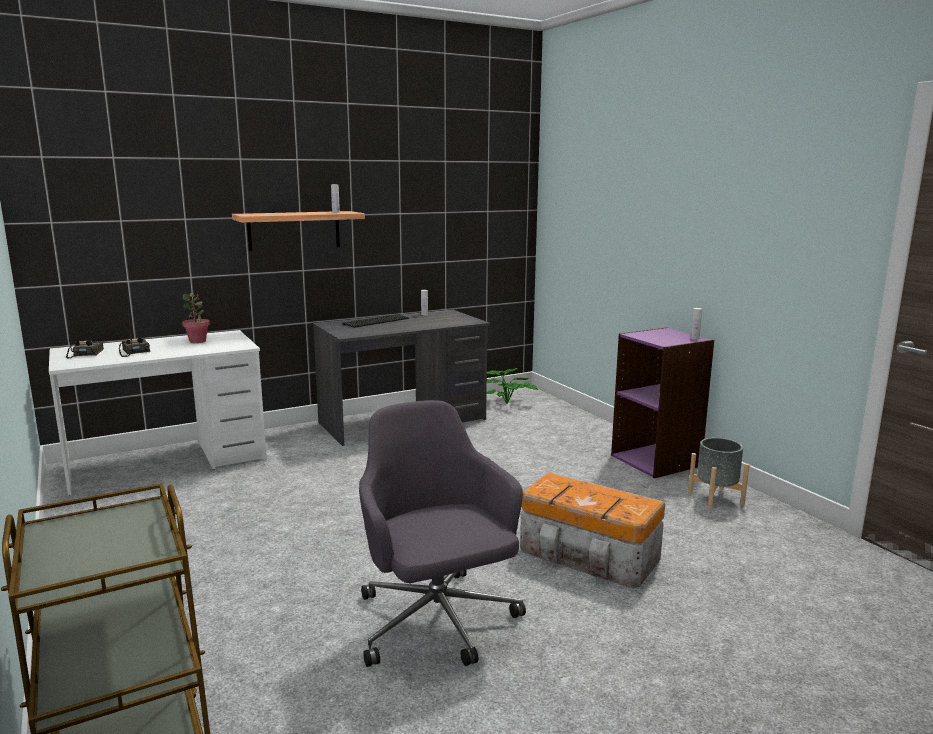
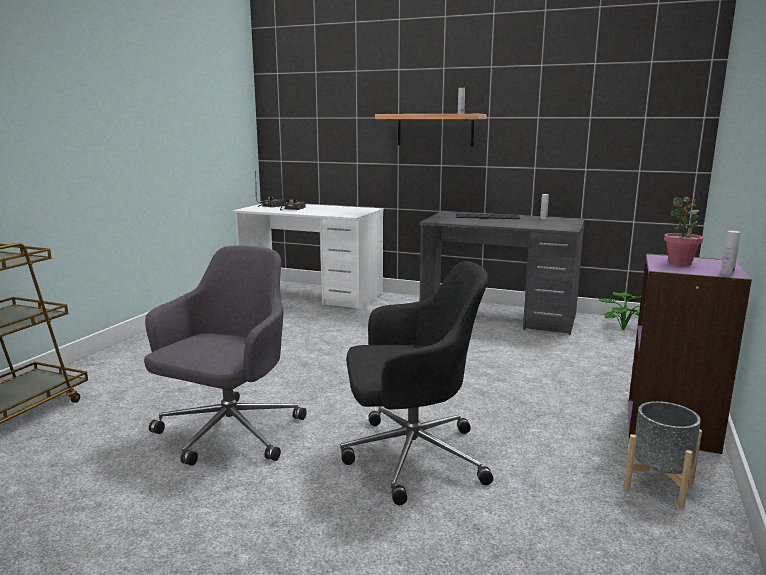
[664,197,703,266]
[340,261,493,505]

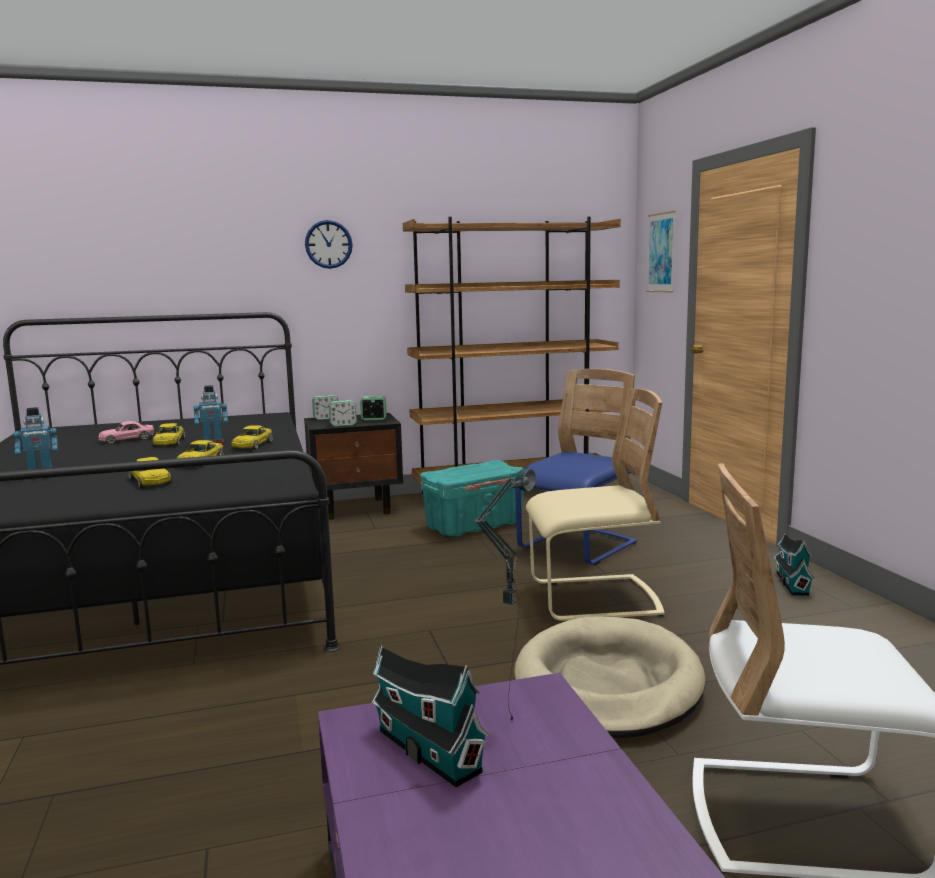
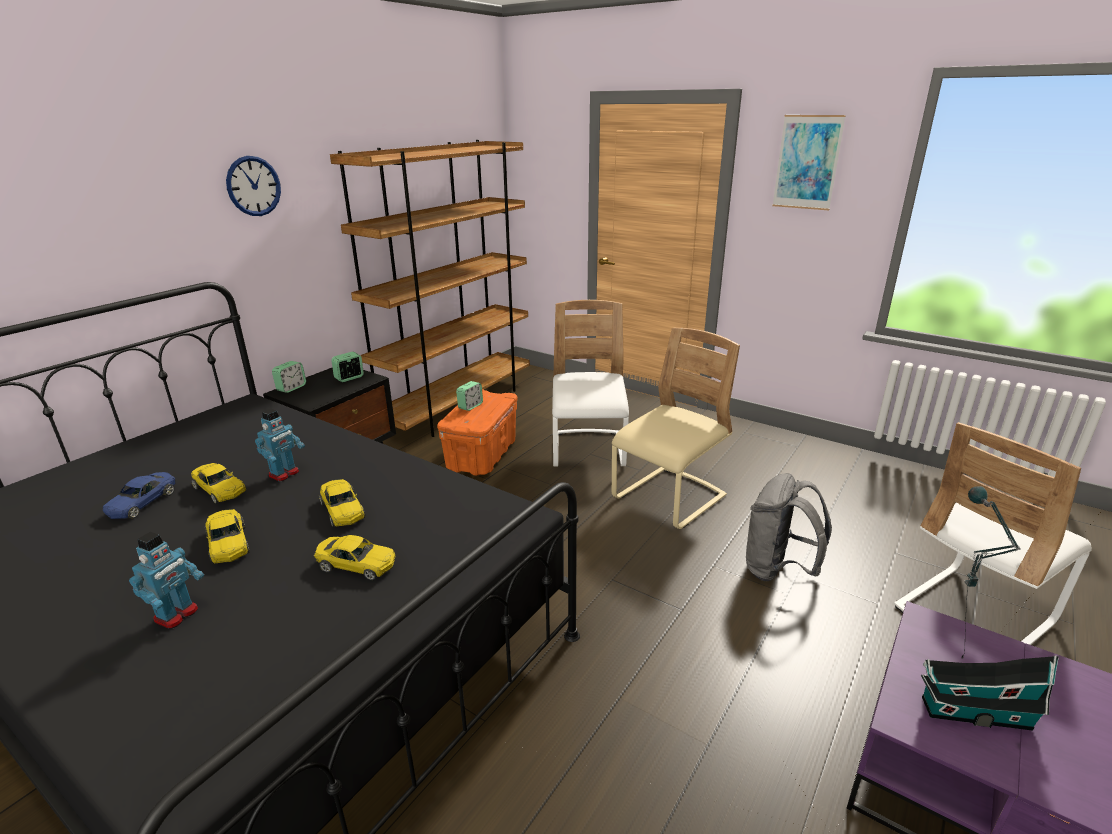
[103,472,175,519]
[204,509,250,564]
[456,381,483,411]
[437,389,518,476]
[746,473,832,581]
[552,300,629,466]
[772,115,846,210]
[774,533,814,596] (first image)

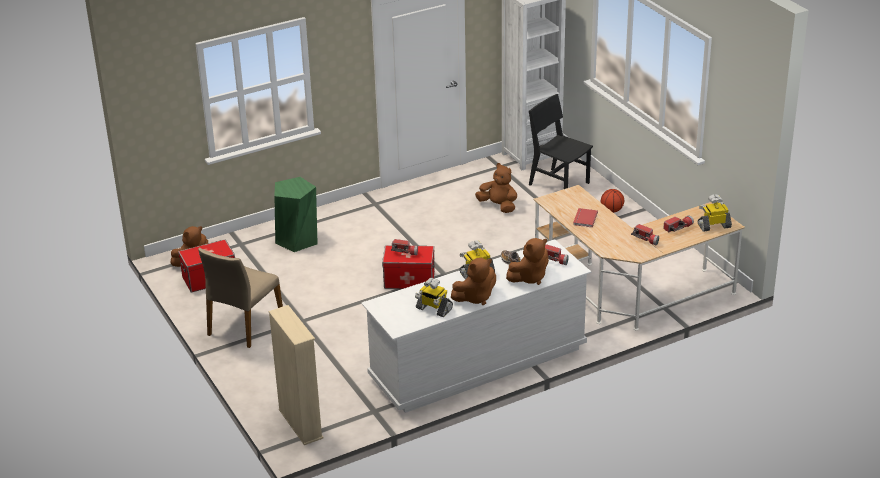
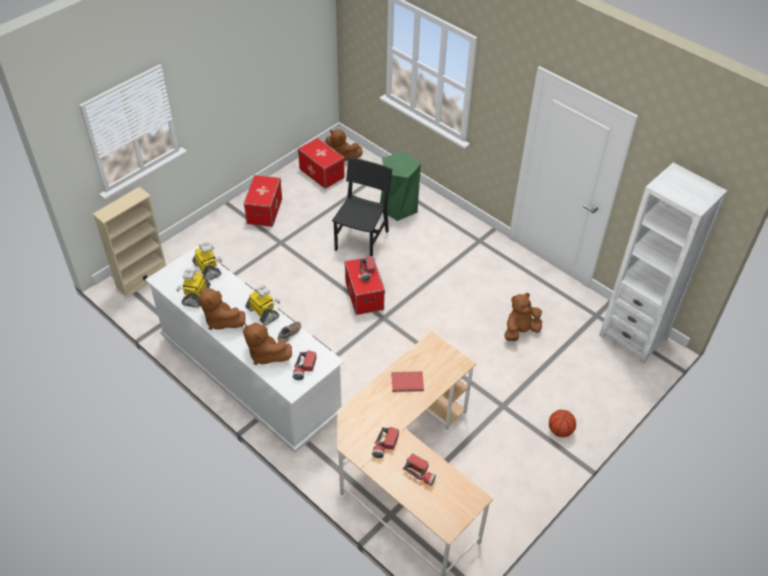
[244,175,282,227]
[505,293,542,341]
[332,157,392,256]
[192,241,222,281]

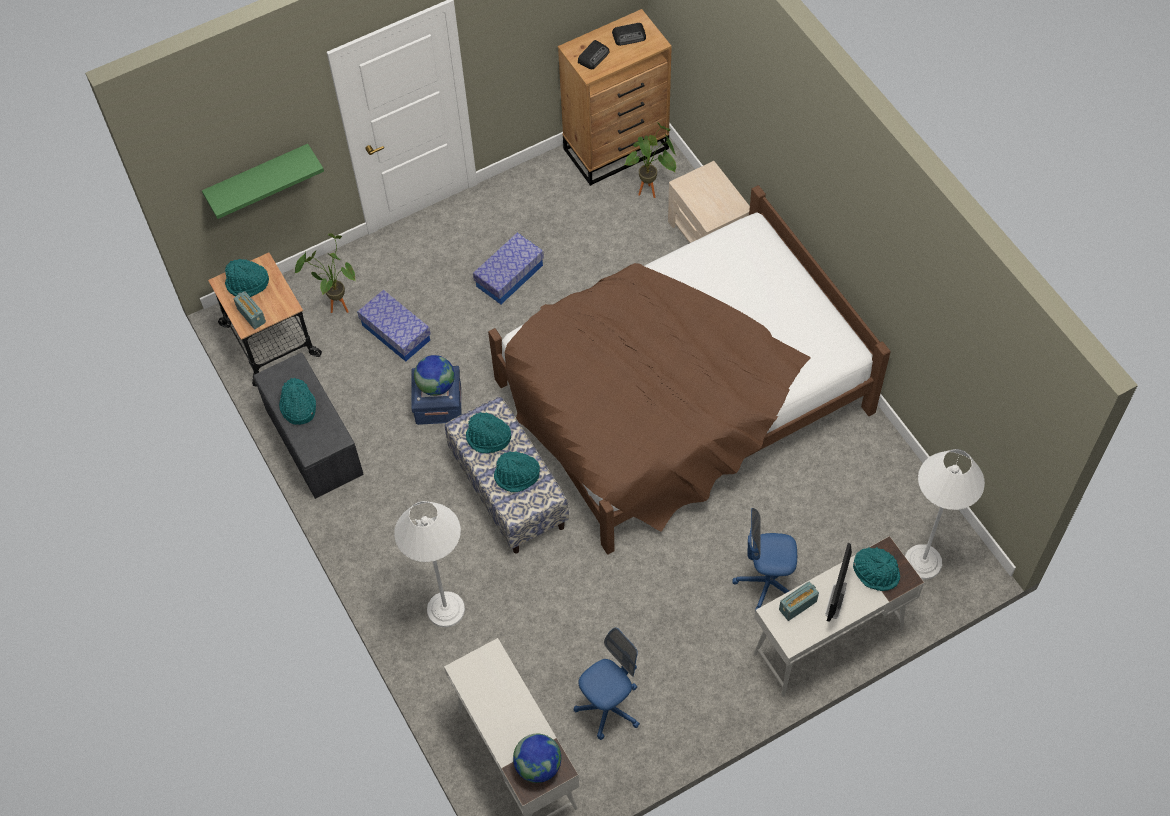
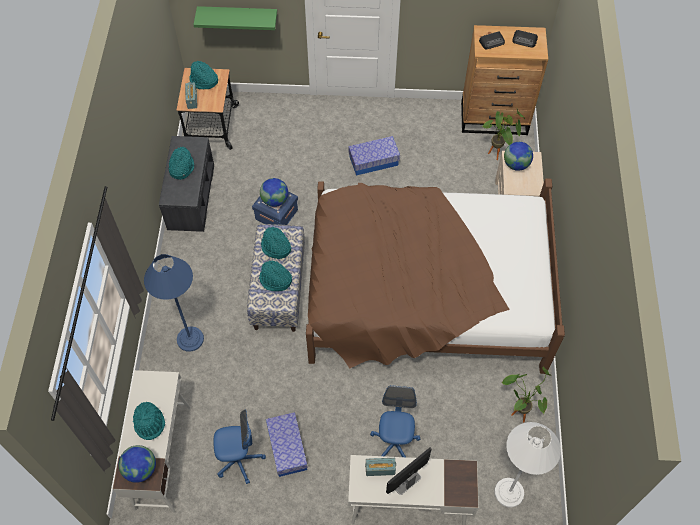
[501,366,552,422]
[266,412,308,477]
[144,254,204,352]
[370,385,420,457]
[133,402,165,440]
[504,142,533,171]

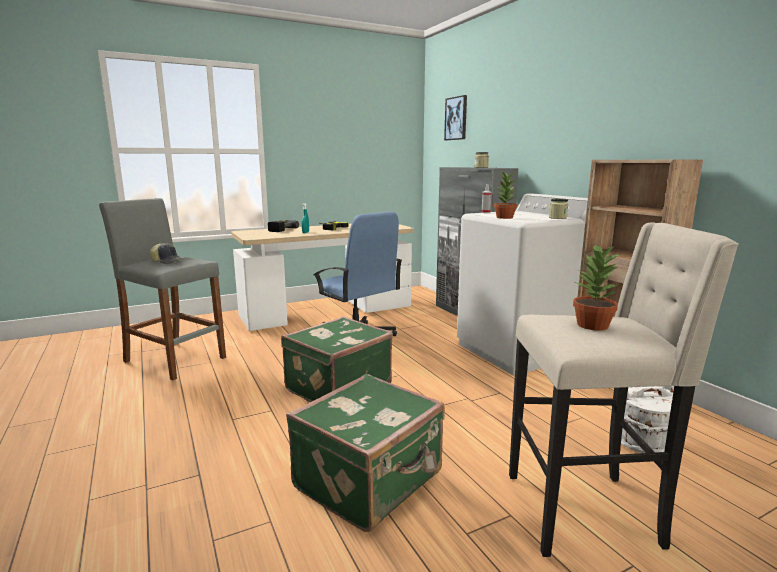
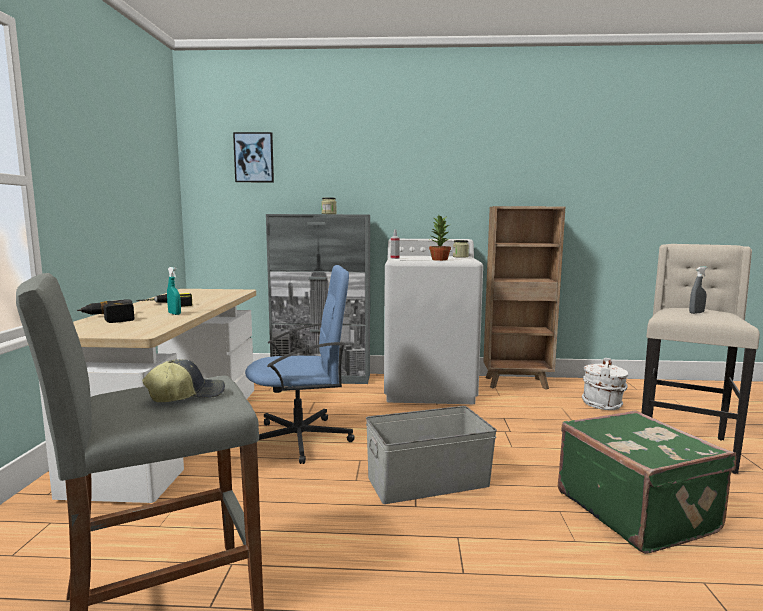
[366,406,497,504]
[689,266,707,314]

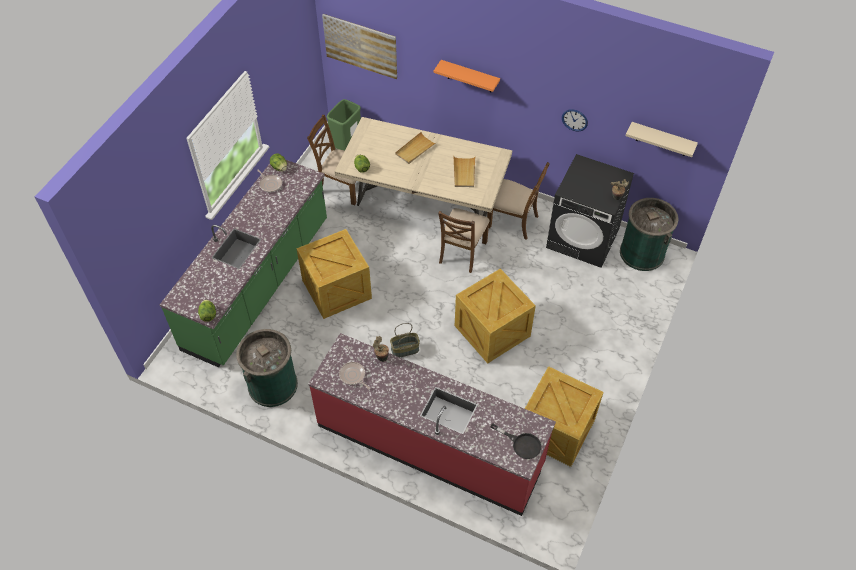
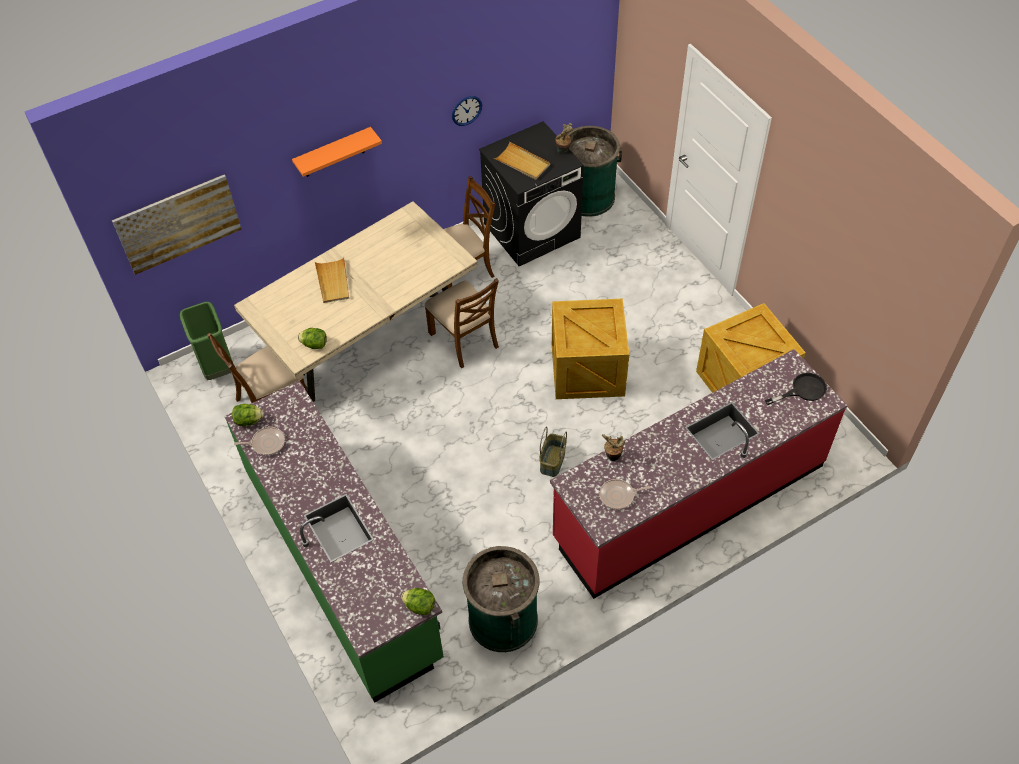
[296,229,372,319] (first image)
[494,142,550,180]
[626,122,698,157] (first image)

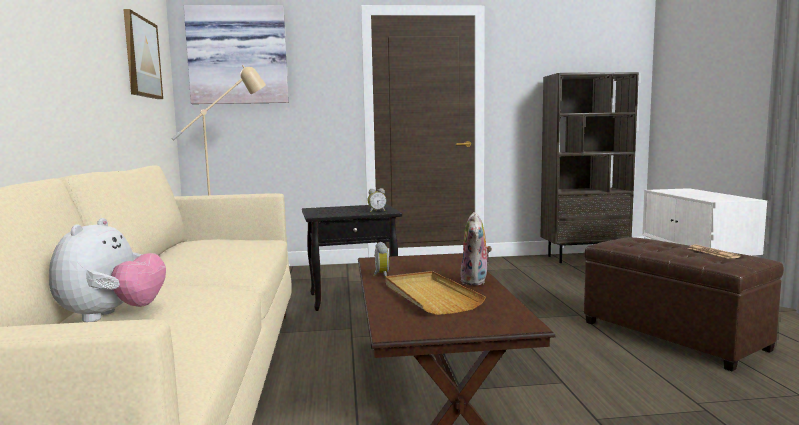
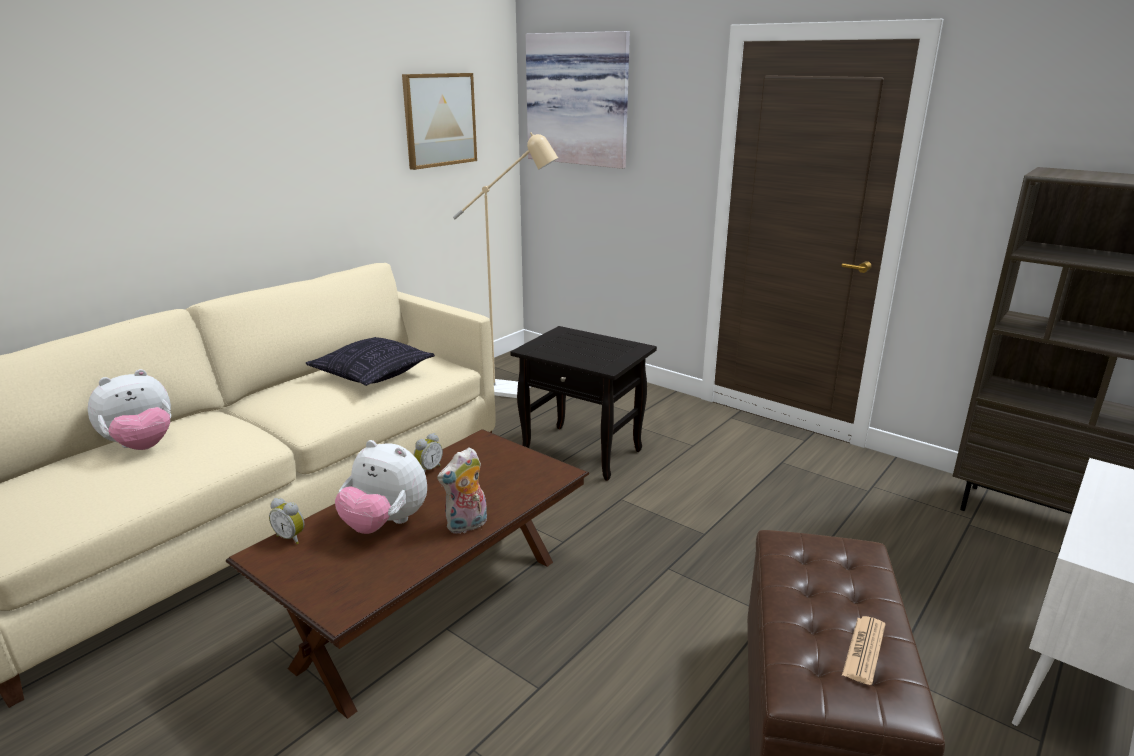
[269,498,304,544]
[335,440,427,534]
[306,337,435,386]

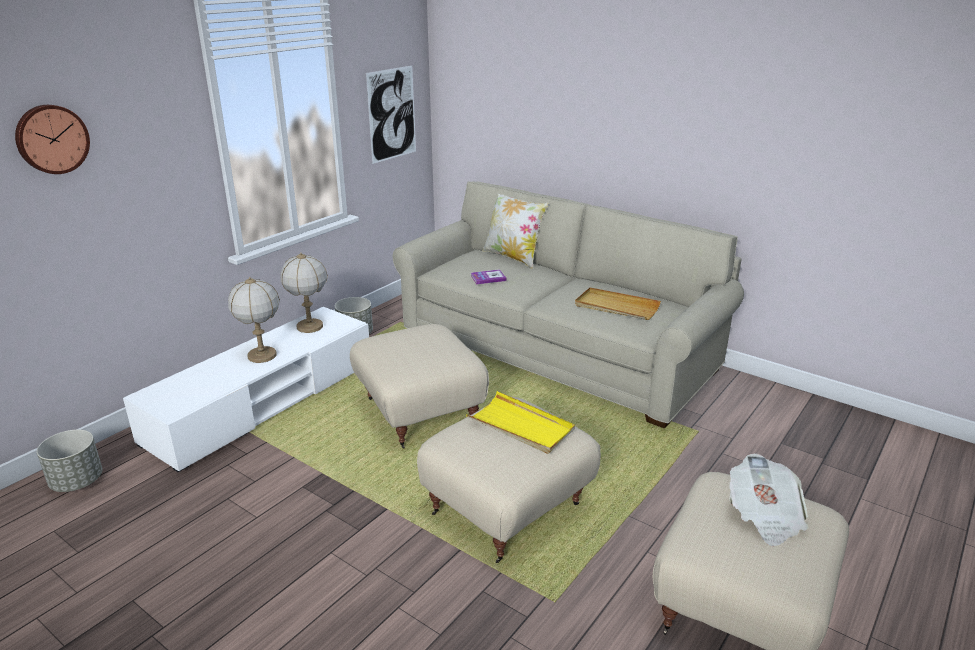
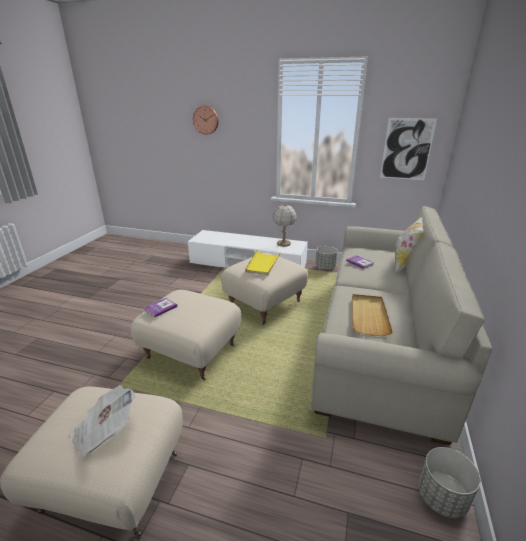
[418,447,481,518]
[228,277,280,363] (first image)
[245,250,281,275]
[144,298,177,317]

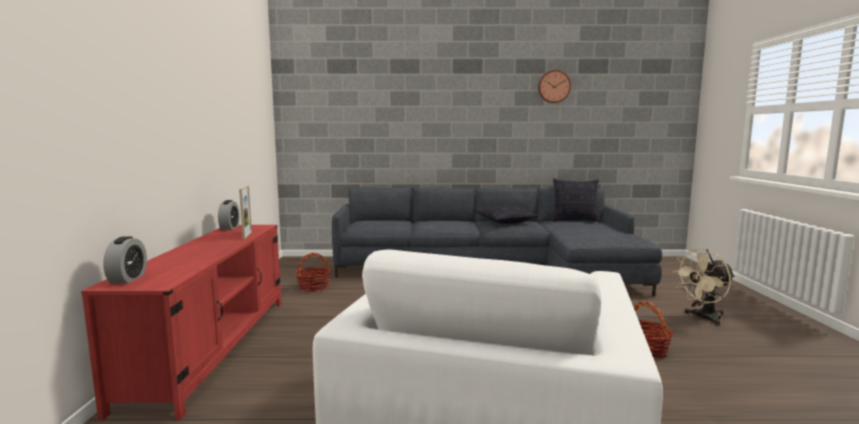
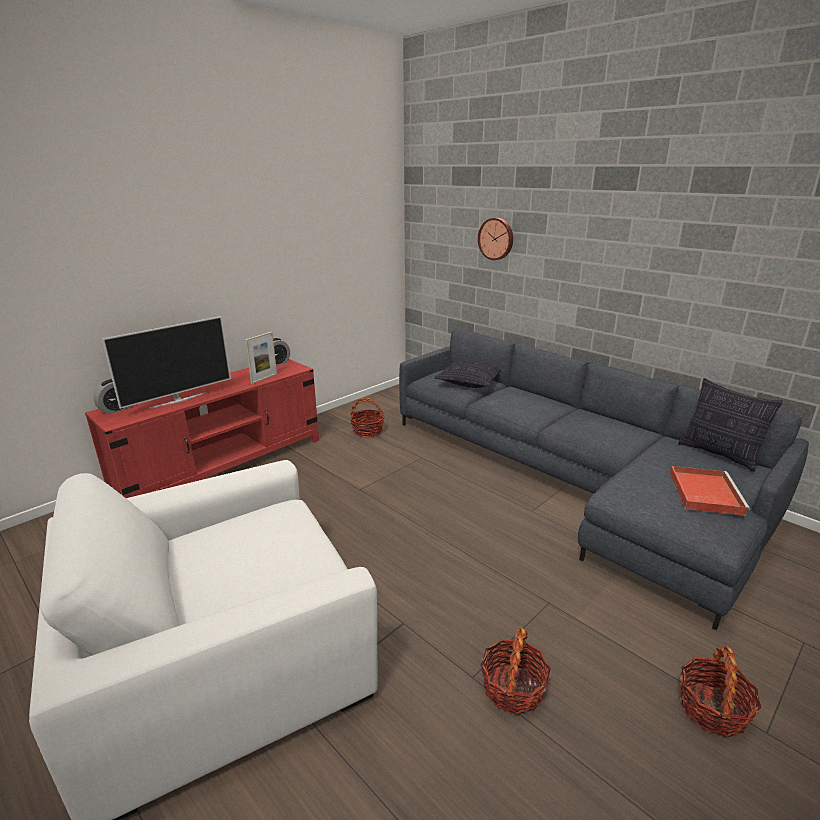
[434,360,501,388]
[478,218,513,260]
[679,646,761,738]
[102,316,231,409]
[670,466,750,516]

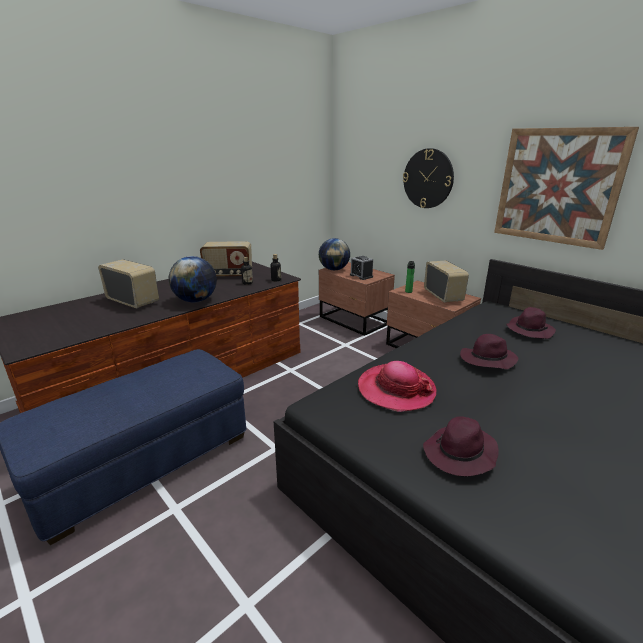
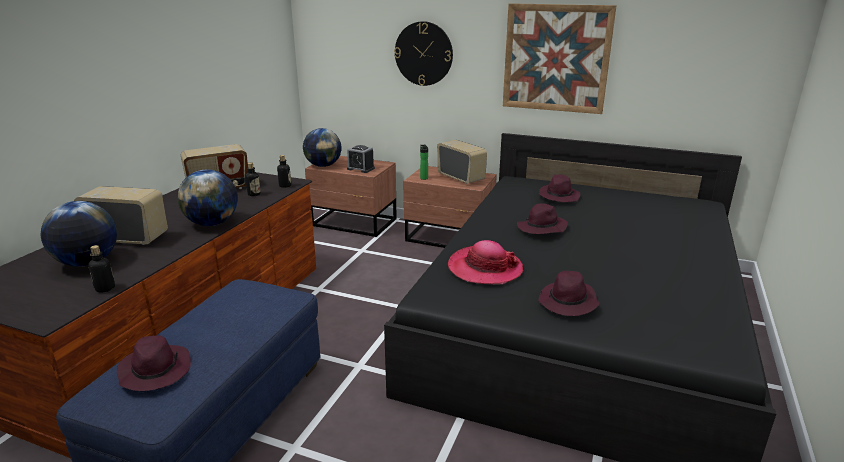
[41,201,117,266]
[89,245,115,293]
[117,335,191,391]

